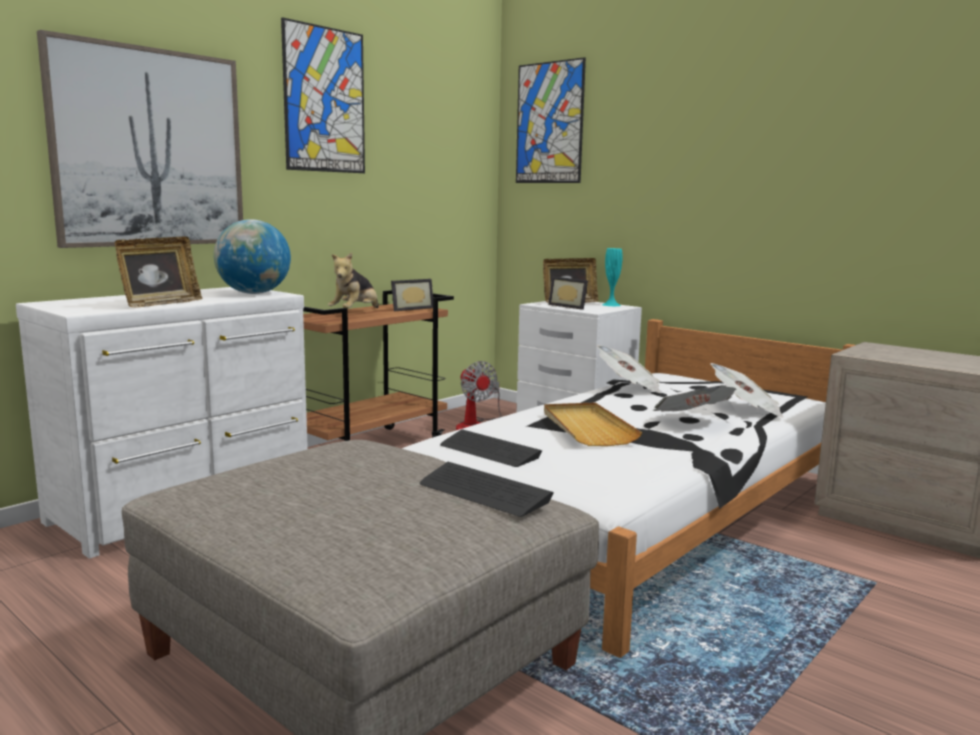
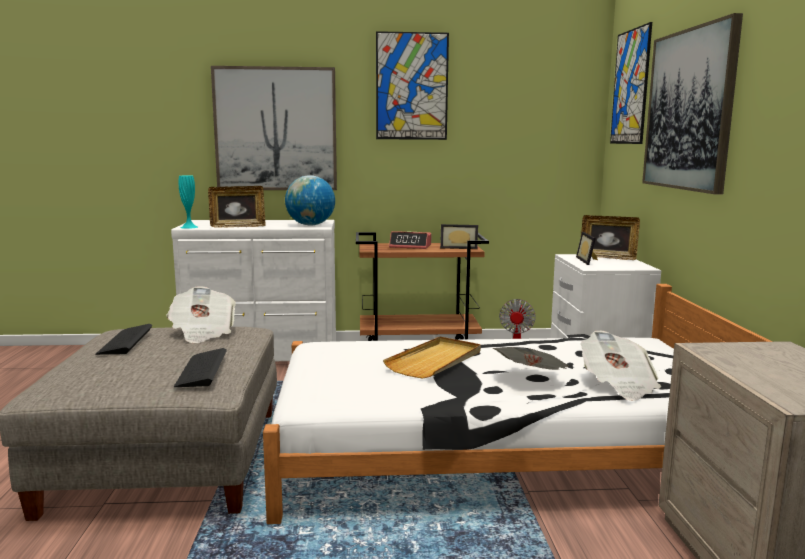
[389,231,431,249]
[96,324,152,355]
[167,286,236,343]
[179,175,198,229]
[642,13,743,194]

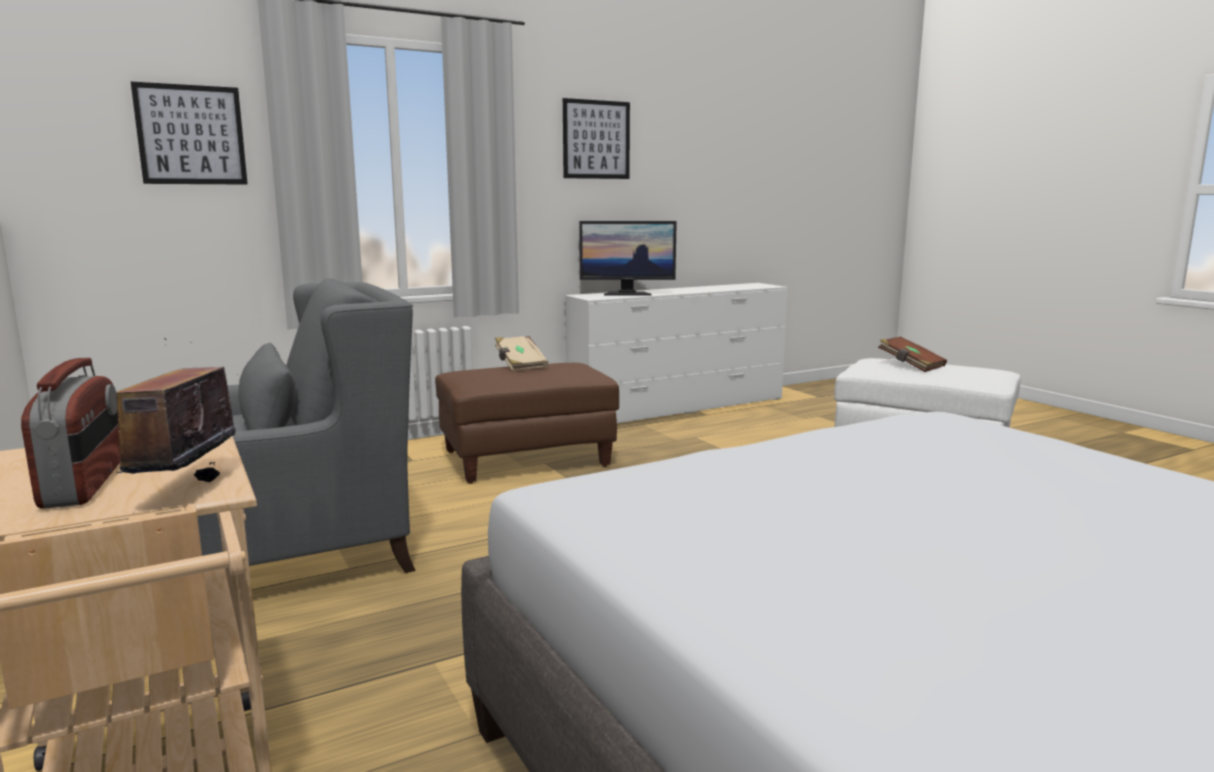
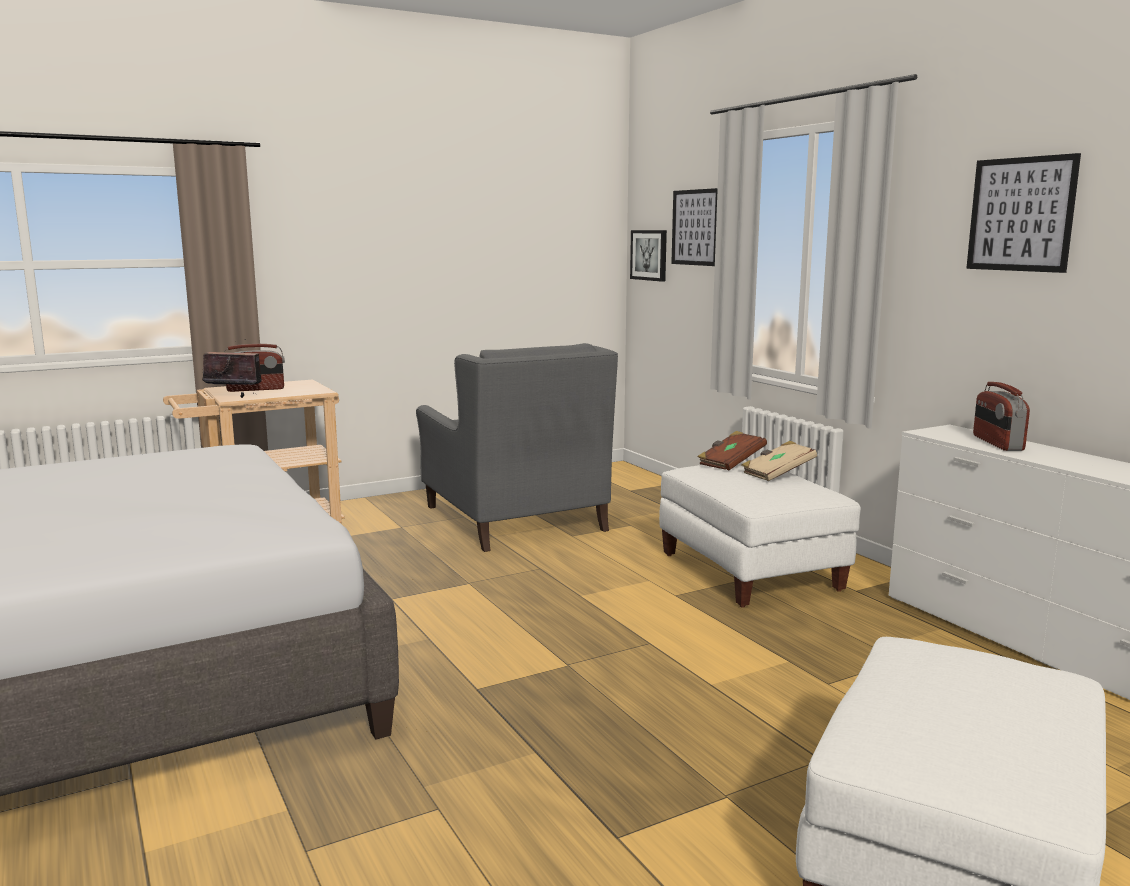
[659,462,861,608]
[973,382,1030,451]
[698,431,767,471]
[630,230,667,282]

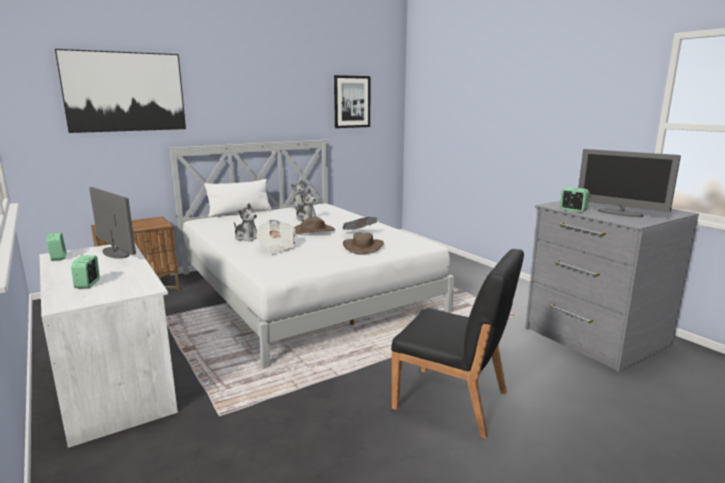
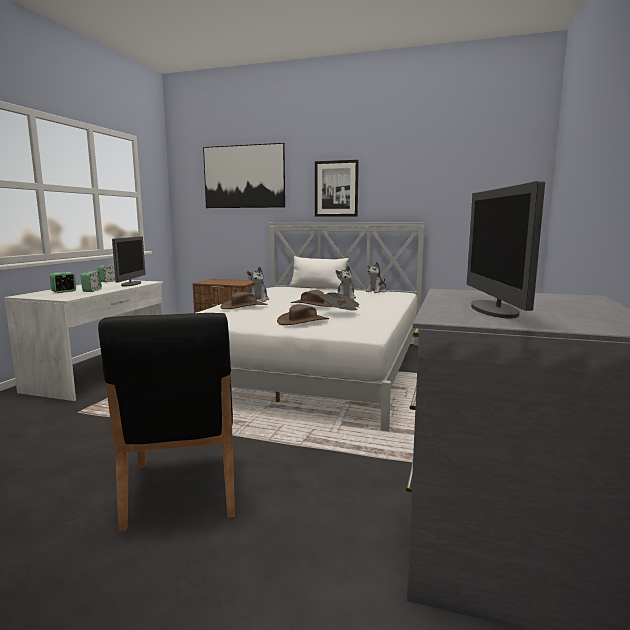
[221,292,267,309]
[315,160,359,217]
[80,271,102,292]

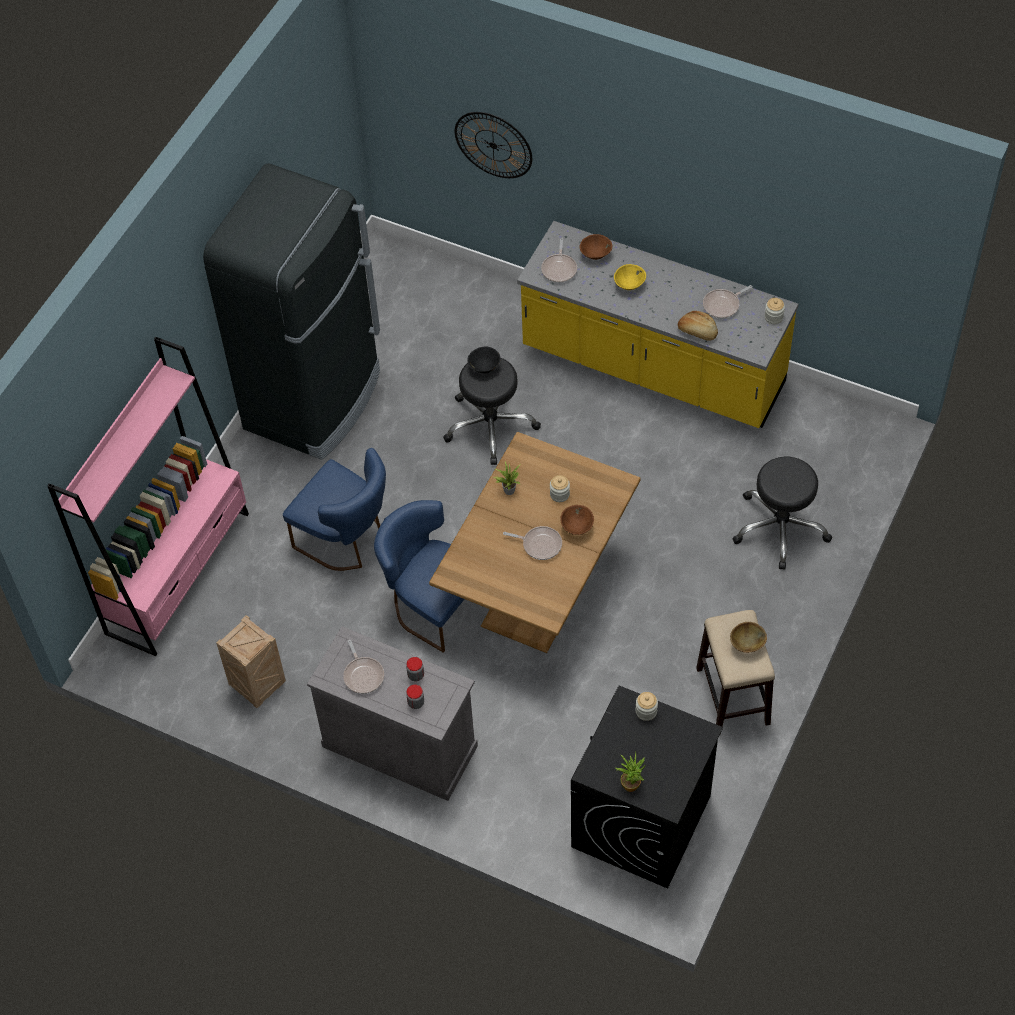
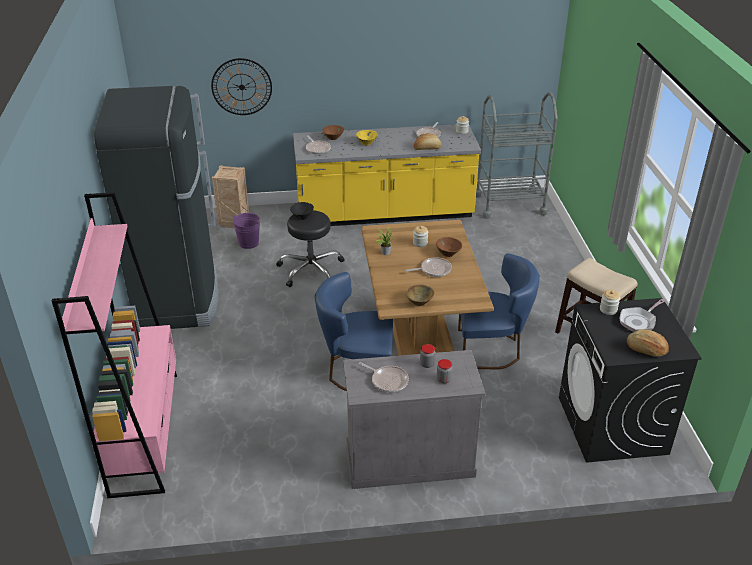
[212,165,249,228]
[458,253,540,369]
[627,329,669,357]
[406,284,434,306]
[733,457,832,570] (first image)
[233,213,261,249]
[476,92,558,219]
[620,299,665,332]

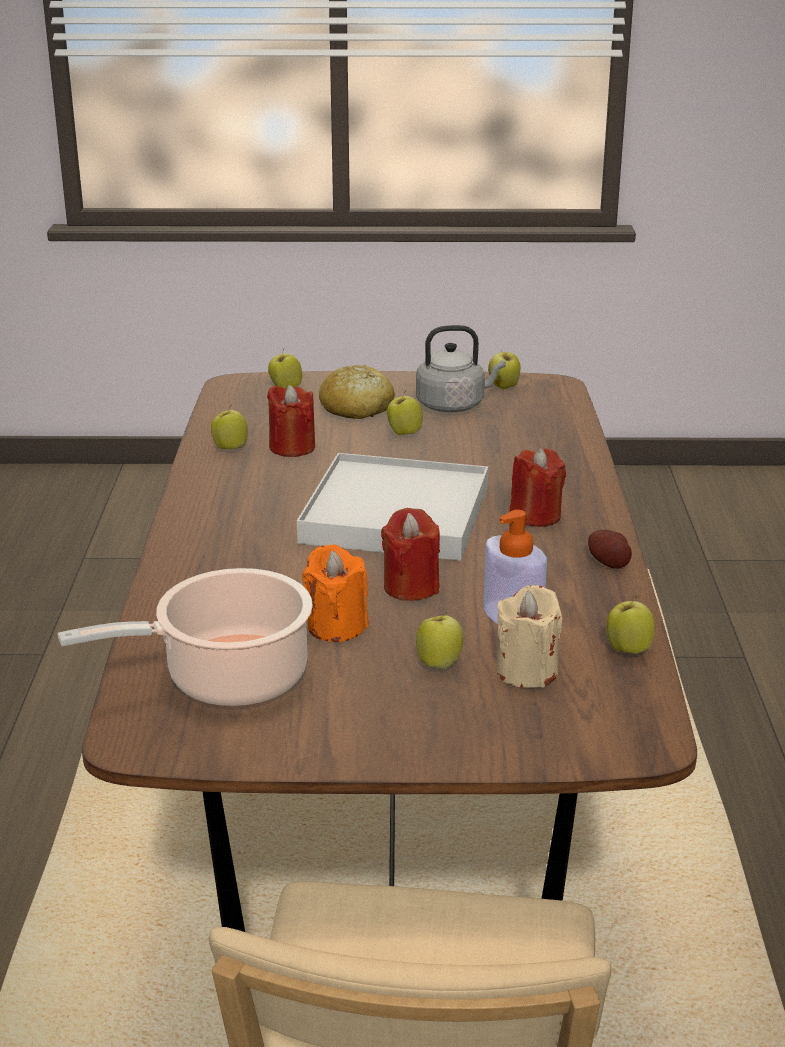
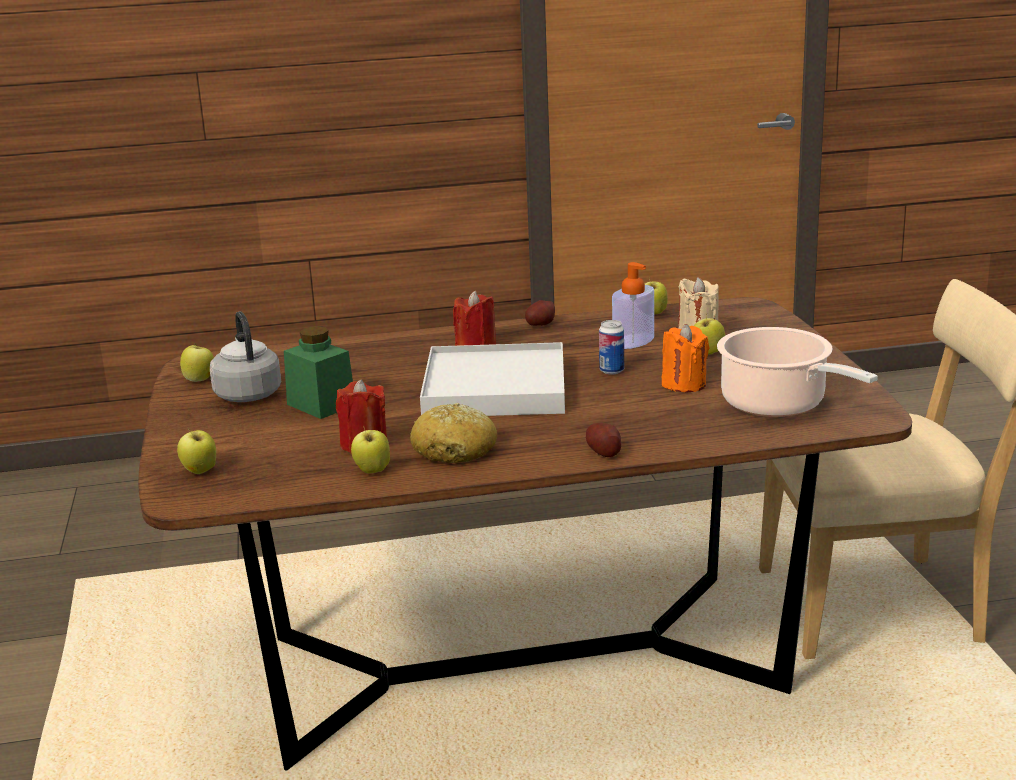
[410,403,497,463]
[599,320,624,374]
[284,326,353,419]
[586,423,621,457]

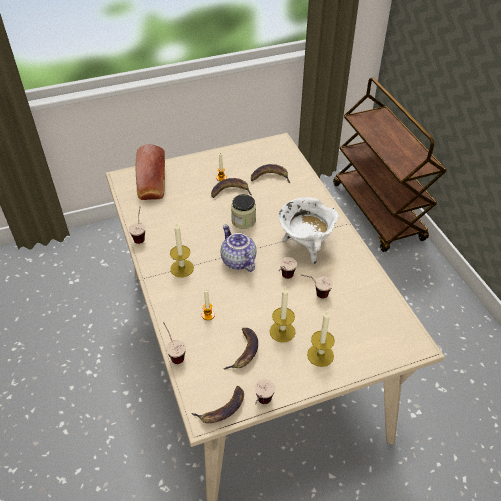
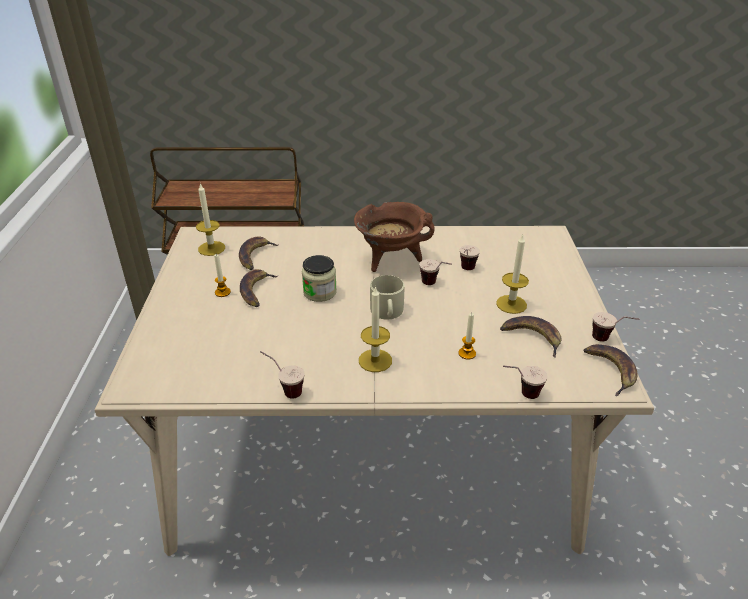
[136,144,165,200] (first image)
[370,275,405,319]
[354,202,435,272]
[196,183,225,256]

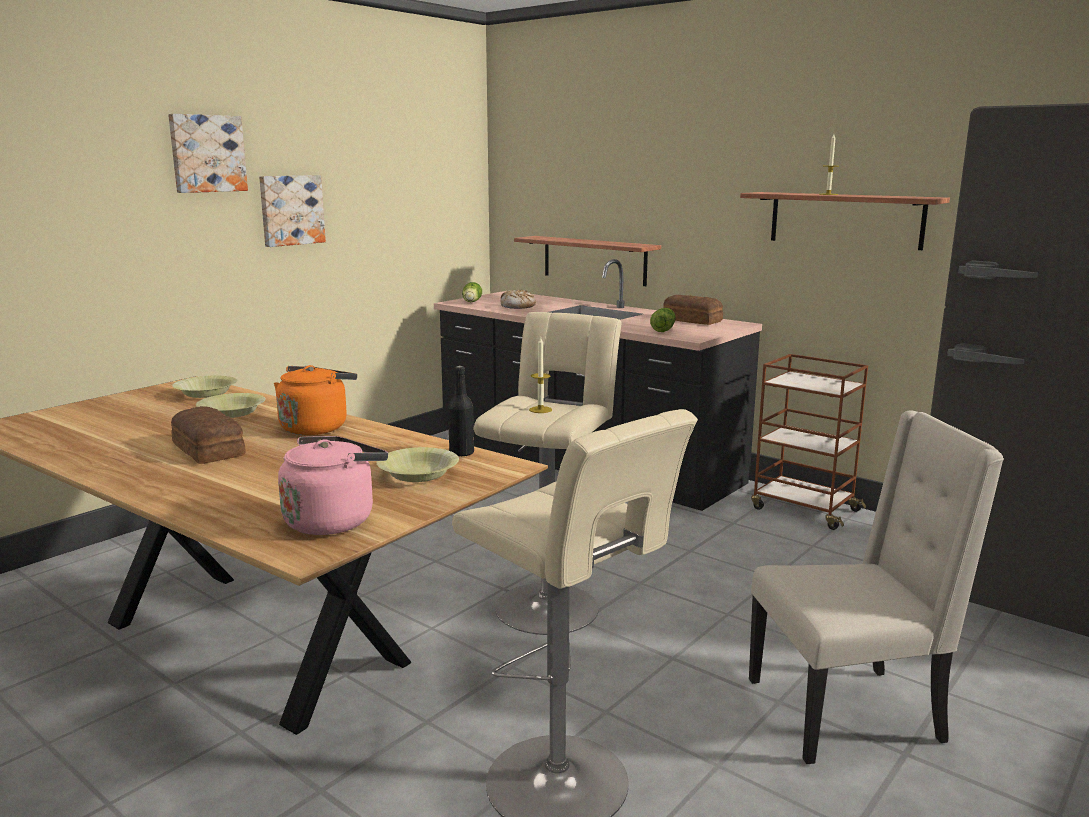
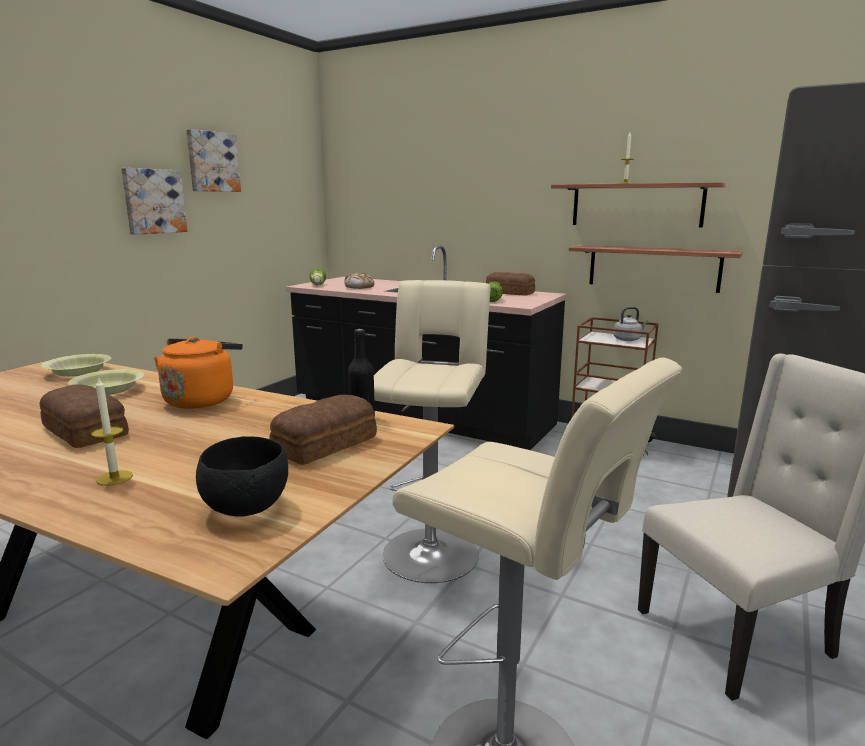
[186,129,241,192]
[196,436,288,517]
[269,395,377,465]
[569,245,743,293]
[91,376,133,486]
[613,307,648,341]

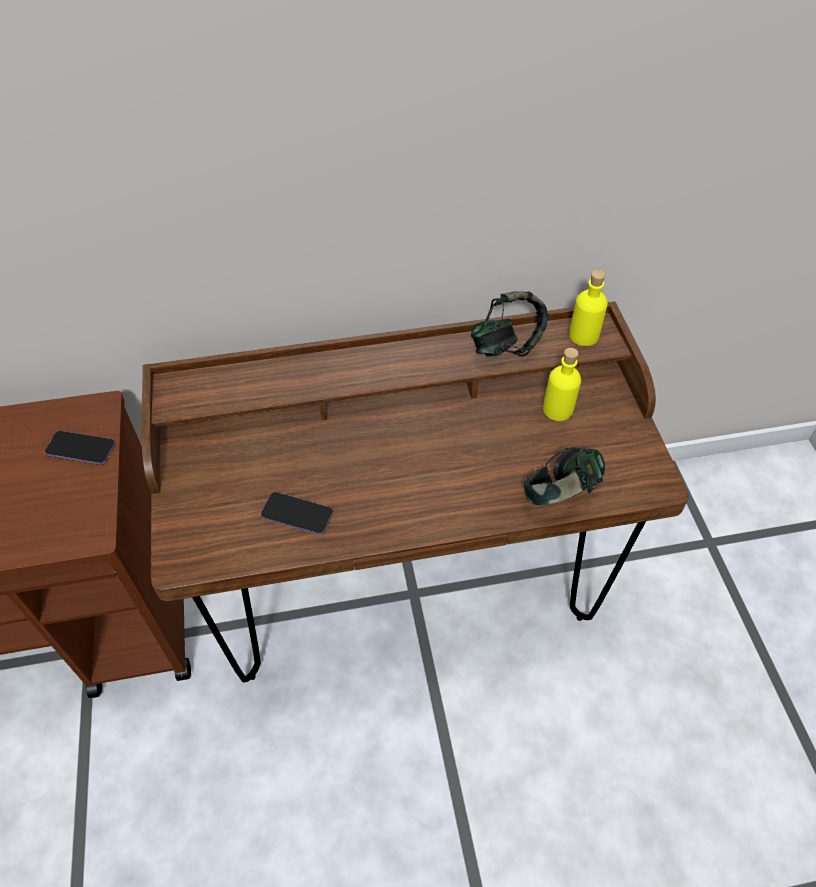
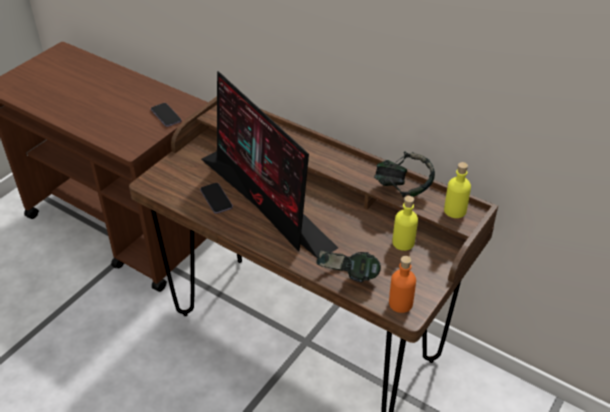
[201,71,338,259]
[389,256,416,313]

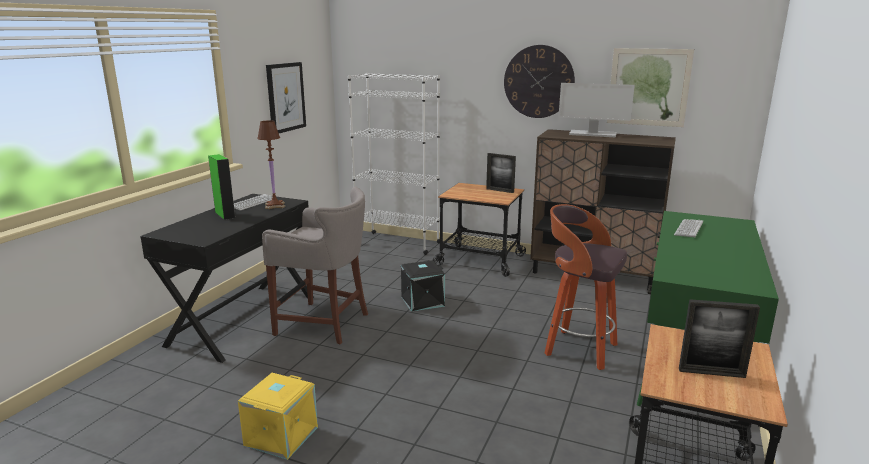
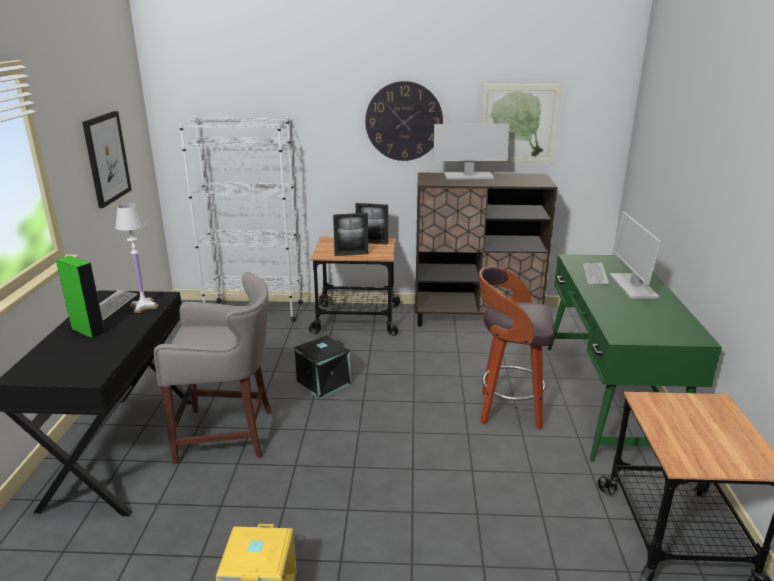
[115,203,159,313]
[333,213,368,256]
[610,212,661,299]

